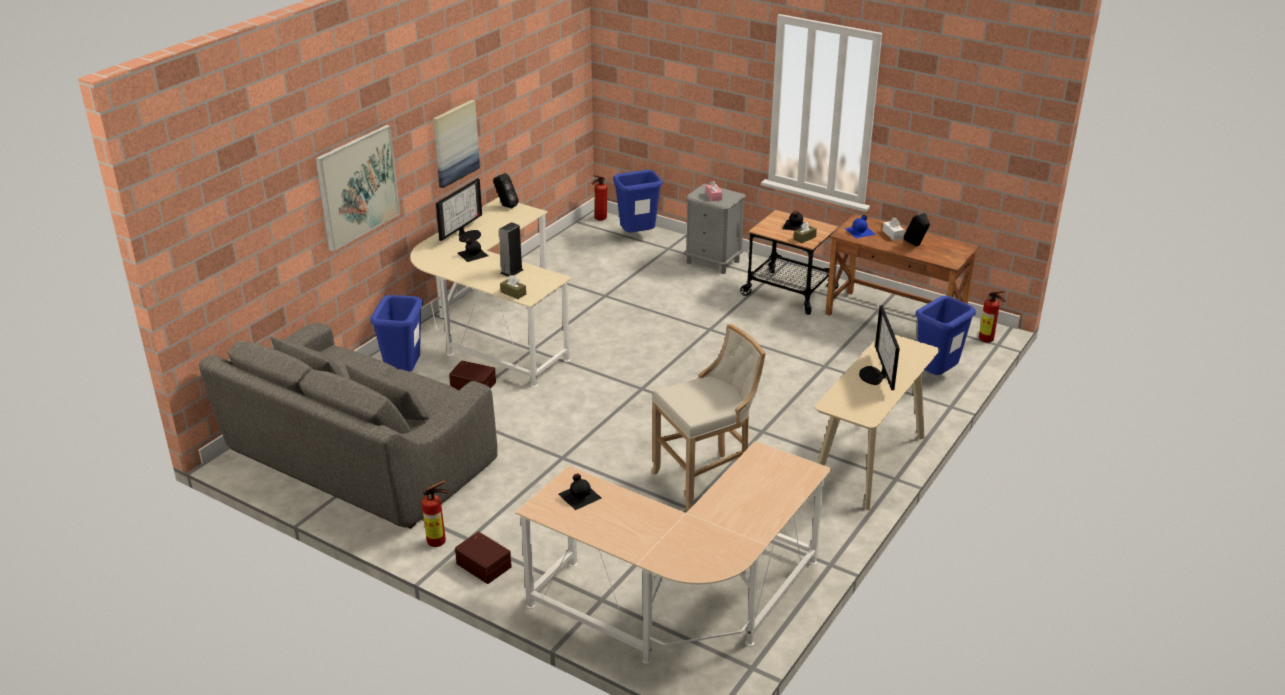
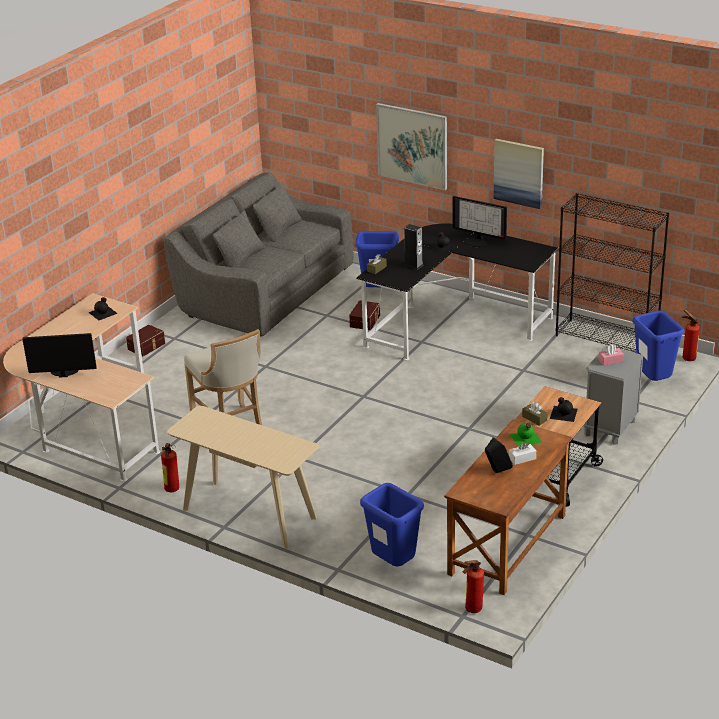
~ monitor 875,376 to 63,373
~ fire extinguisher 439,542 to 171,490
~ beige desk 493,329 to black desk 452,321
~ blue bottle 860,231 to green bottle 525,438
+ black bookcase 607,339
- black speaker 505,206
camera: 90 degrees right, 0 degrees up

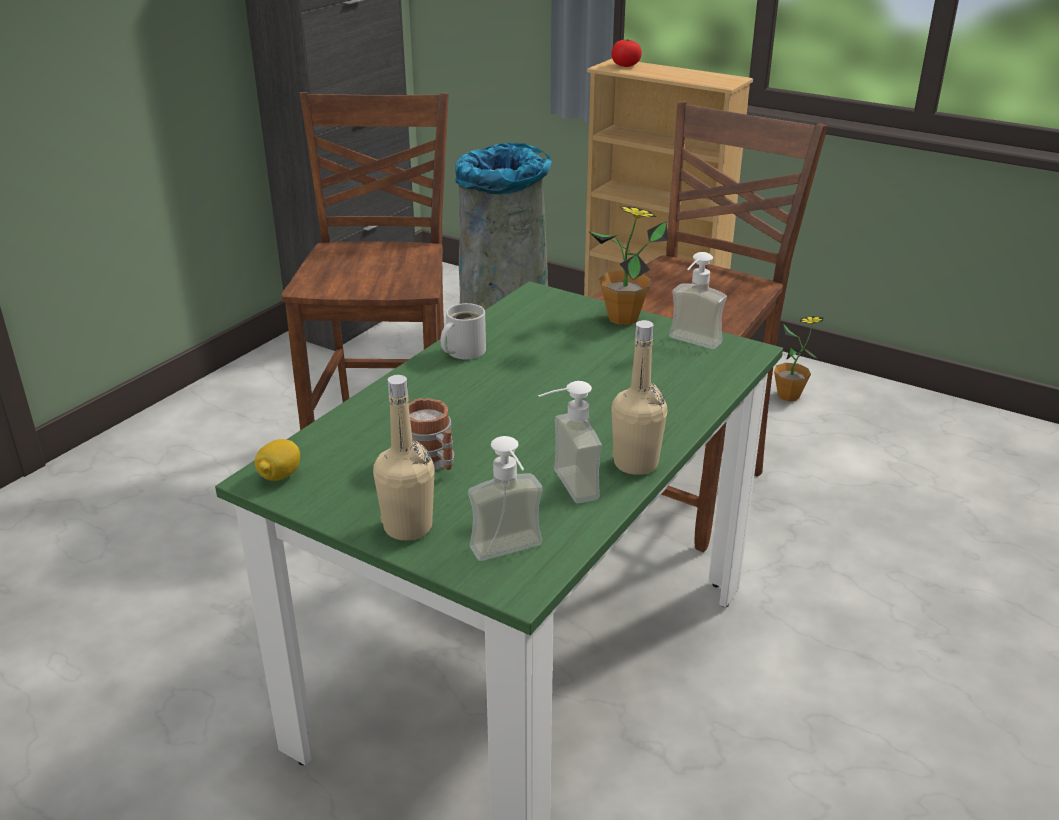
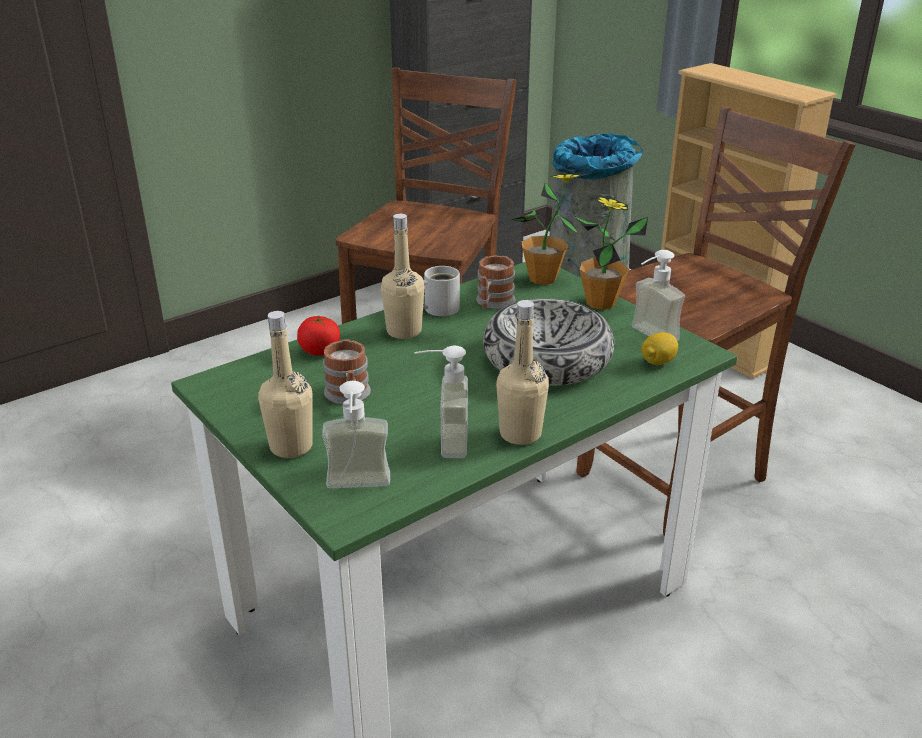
~ tomato 625,65 to 320,350
+ beige bottle 404,331
+ mug 493,303
+ bowl 547,359
~ potted plant 788,396 to 542,278
~ lemon 280,476 to 658,362
camera: 20 degrees right, 0 degrees up

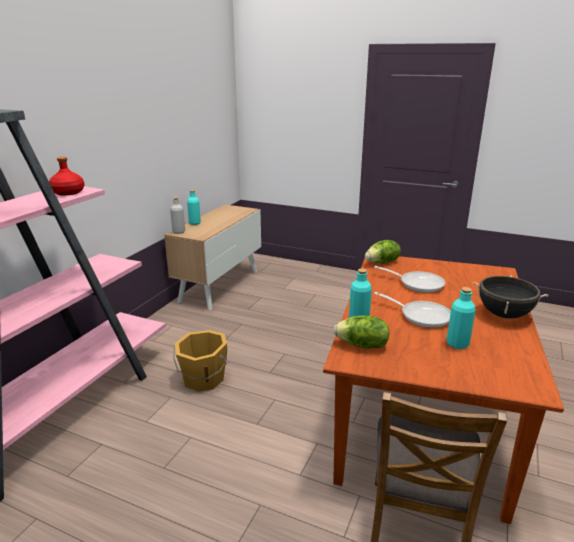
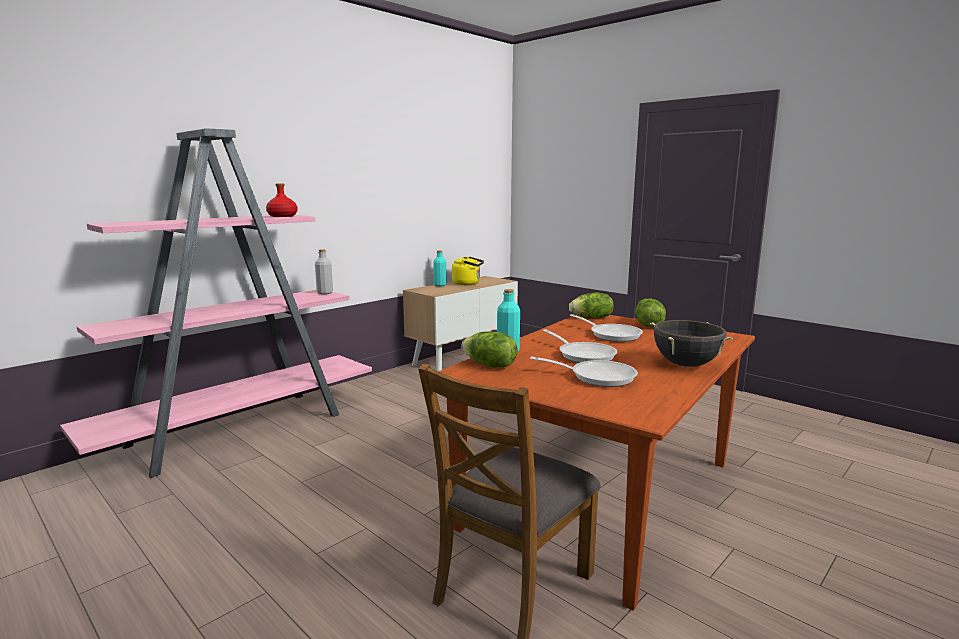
~ grey bottle 178,232 to 325,293
+ yellow kettle 468,284
~ turquoise bottle 457,344 to frying pan 597,377
+ lettuce 648,325
- orange bucket 203,379
camera: 20 degrees right, 10 degrees down

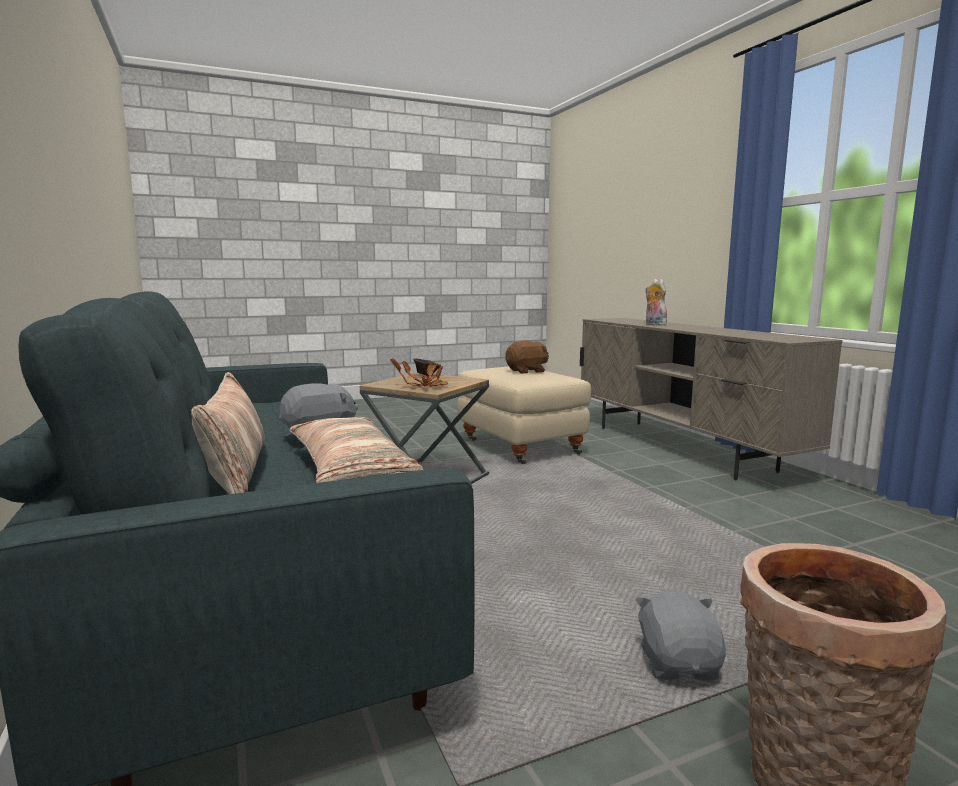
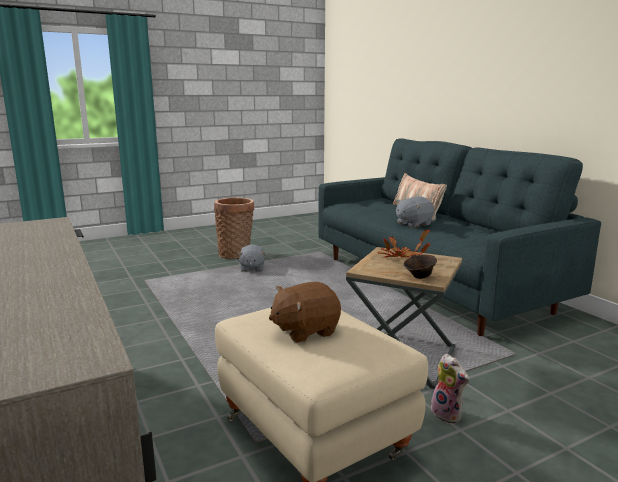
~ plush toy 654,325 to 448,414
- pillow 349,470
camera: 175 degrees right, 5 degrees up

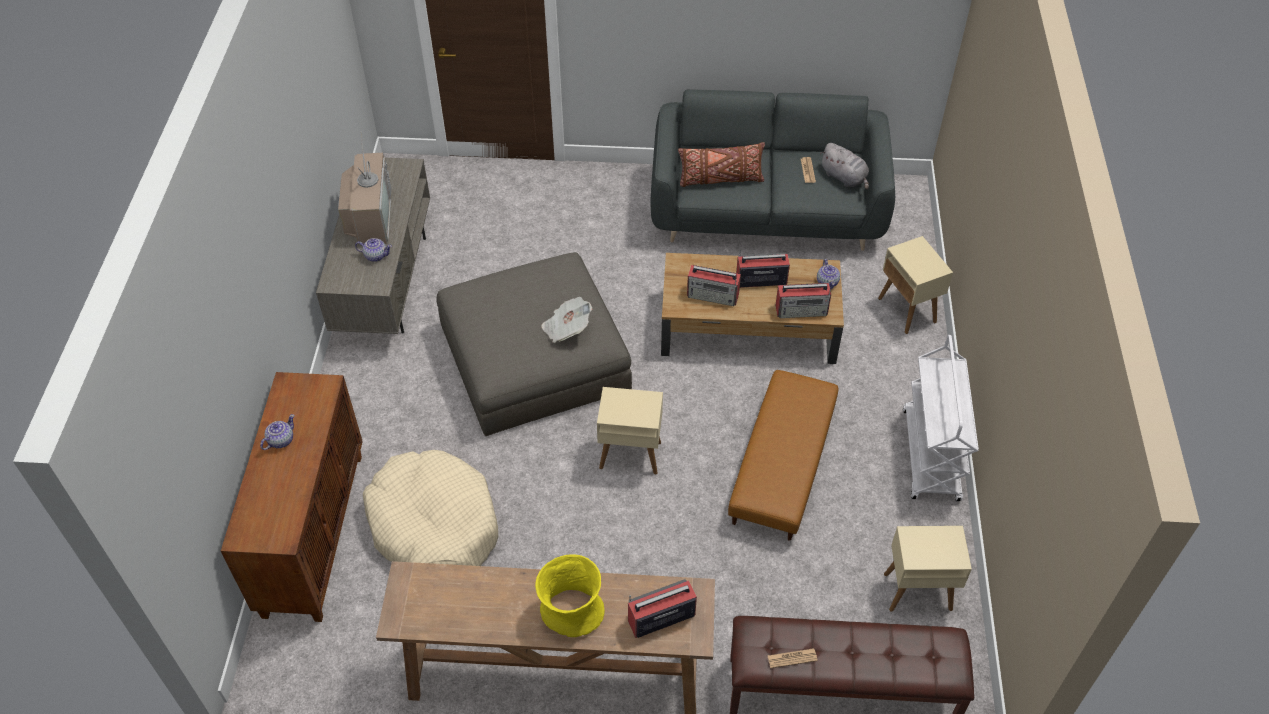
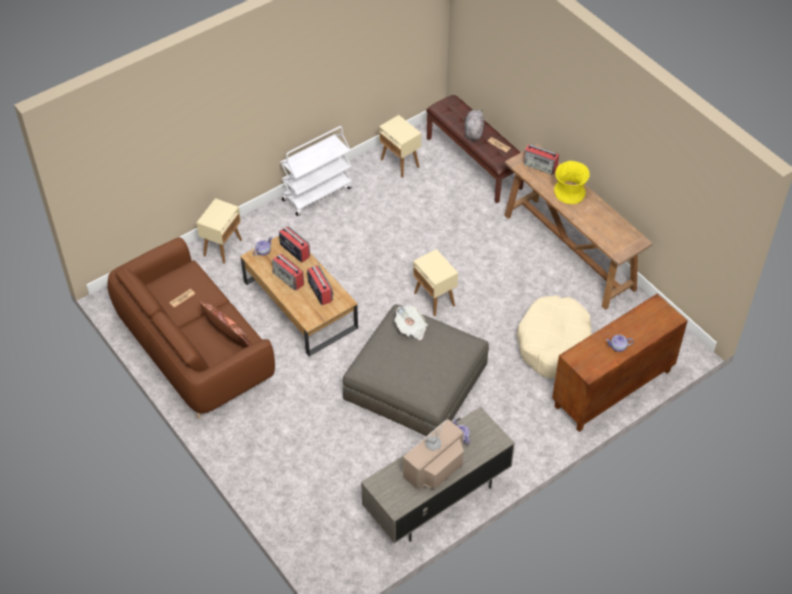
~ grey sofa 766,212 to brown sofa 195,351
~ grey plush toy 844,178 to 473,131
- brown ottoman 783,465
camera: 130 degrees left, 0 degrees up

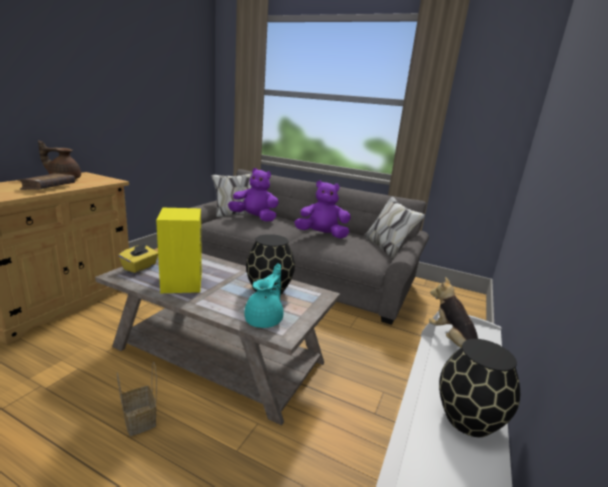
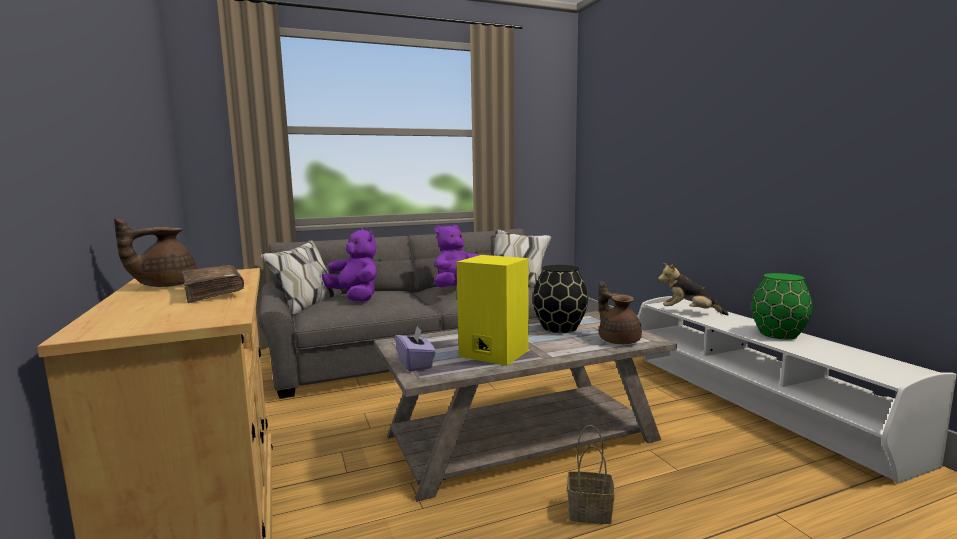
~ purple plush toy 254,218 = 355,298 75 degrees clockwise
~ yellow tissue box 140,267 to purple tissue box 415,364
~ turquoise teapot 265,320 to brown teapot 618,340
~ black vase 468,418 to green vase 777,334
camera: 45 degrees left, 10 degrees down

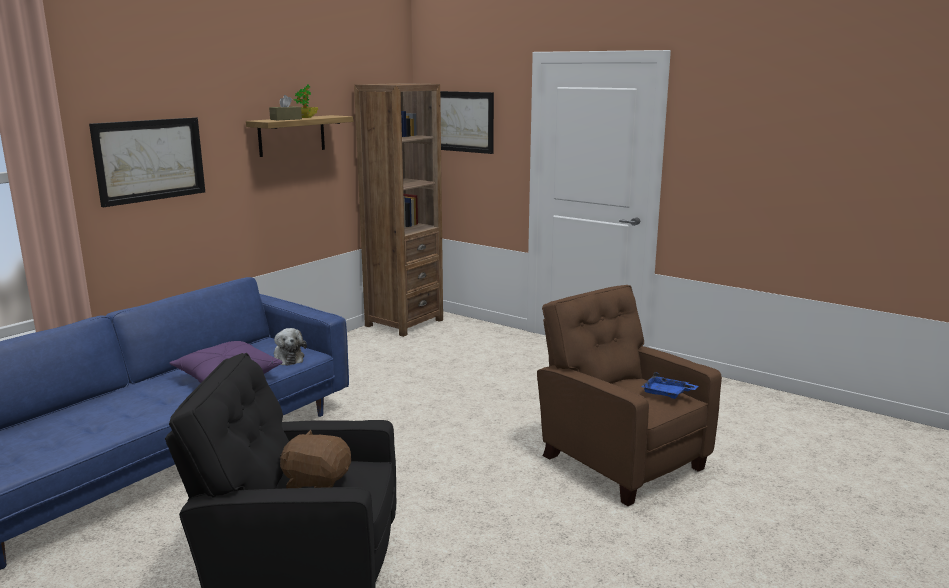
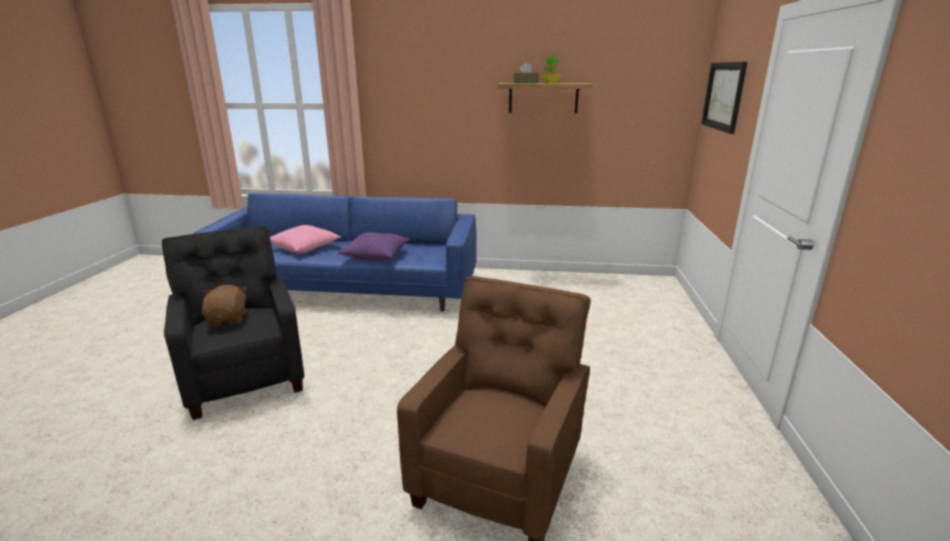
+ pink pillow 305,248
- picture 150,160
- plush toy 288,358
- brown bookcase 404,323
- blue tray 667,393
camera: 60 degrees right, 5 degrees up

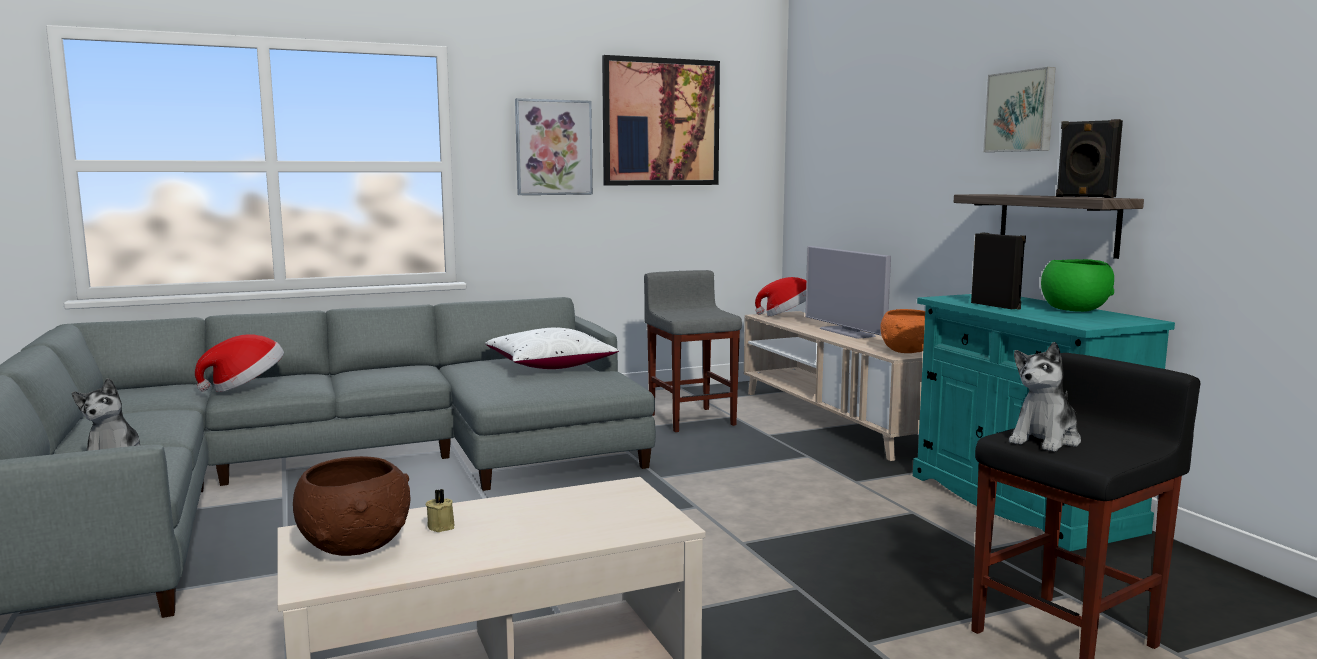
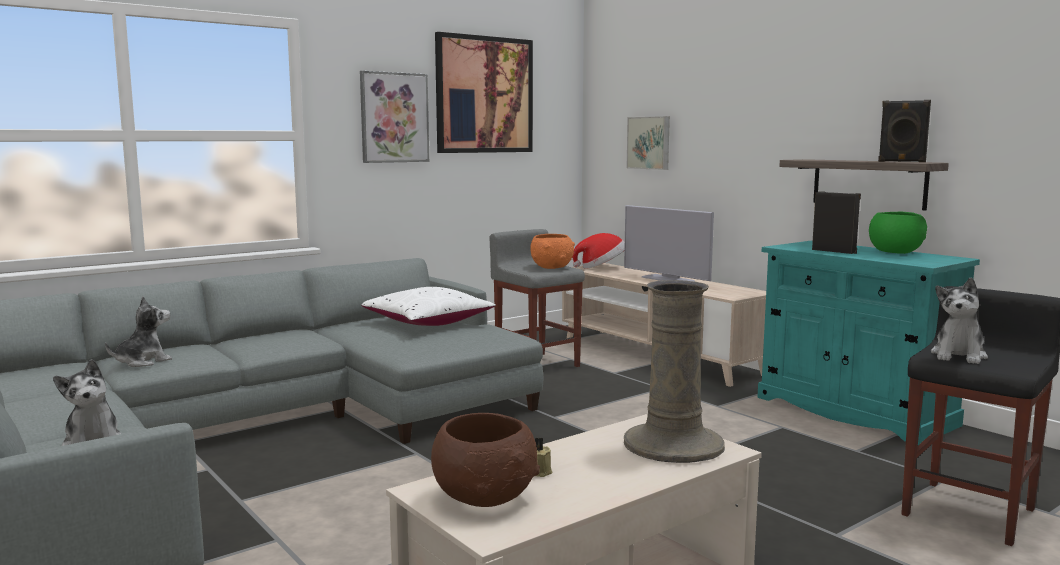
~ hat 246,387 to plush toy 143,362
~ orange bowl 907,351 to 552,267
+ beige vase 674,445
~ picture 1021,111 to 649,143
camera: 15 degrees left, 0 degrees up

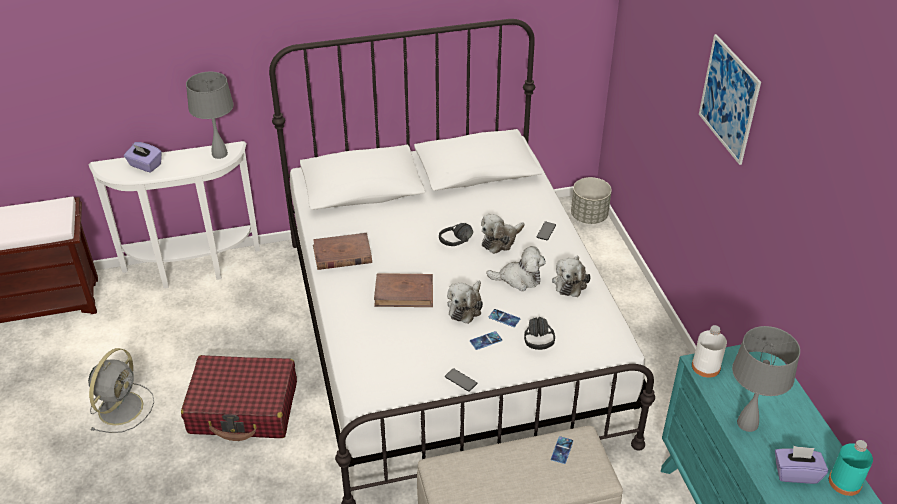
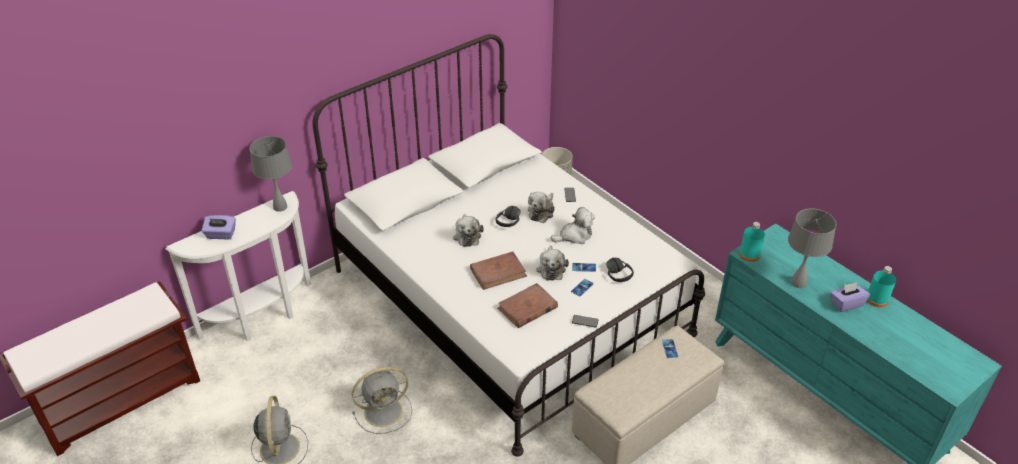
~ red suitcase 244,408 to grey fan 385,411
~ plush toy 570,282 to 467,235
~ brown book 342,254 to 527,308
~ white bottle 706,366 to turquoise bottle 749,254
- picture 729,99
camera: 25 degrees left, 0 degrees up

